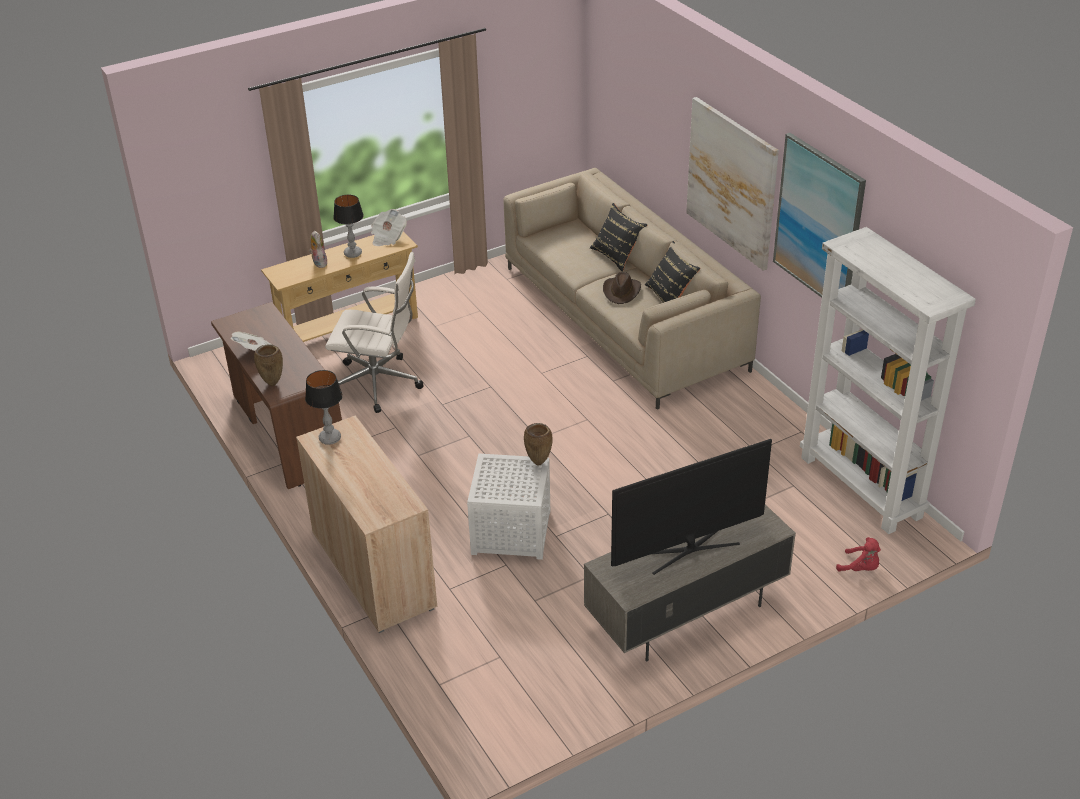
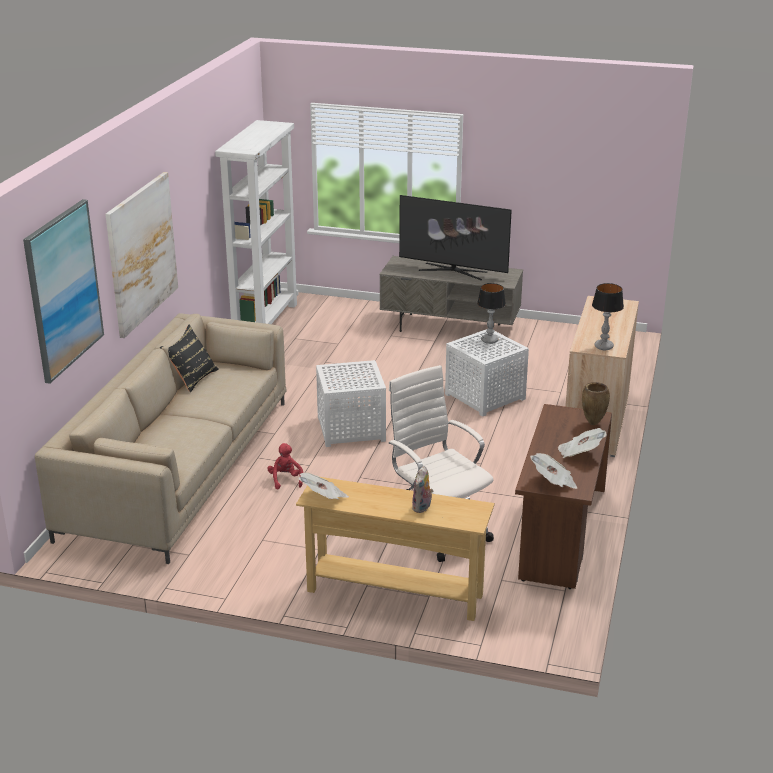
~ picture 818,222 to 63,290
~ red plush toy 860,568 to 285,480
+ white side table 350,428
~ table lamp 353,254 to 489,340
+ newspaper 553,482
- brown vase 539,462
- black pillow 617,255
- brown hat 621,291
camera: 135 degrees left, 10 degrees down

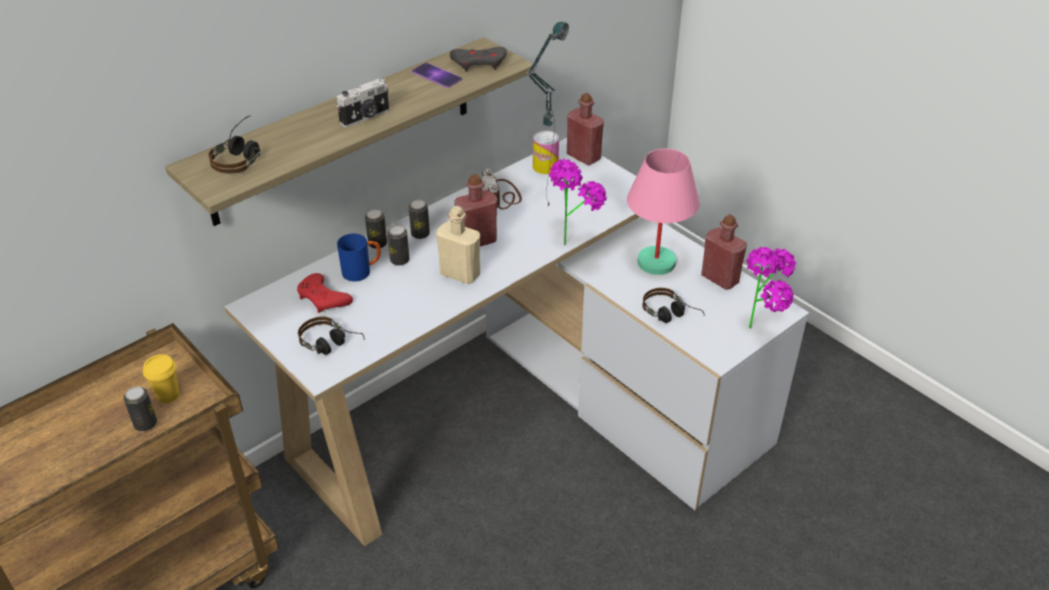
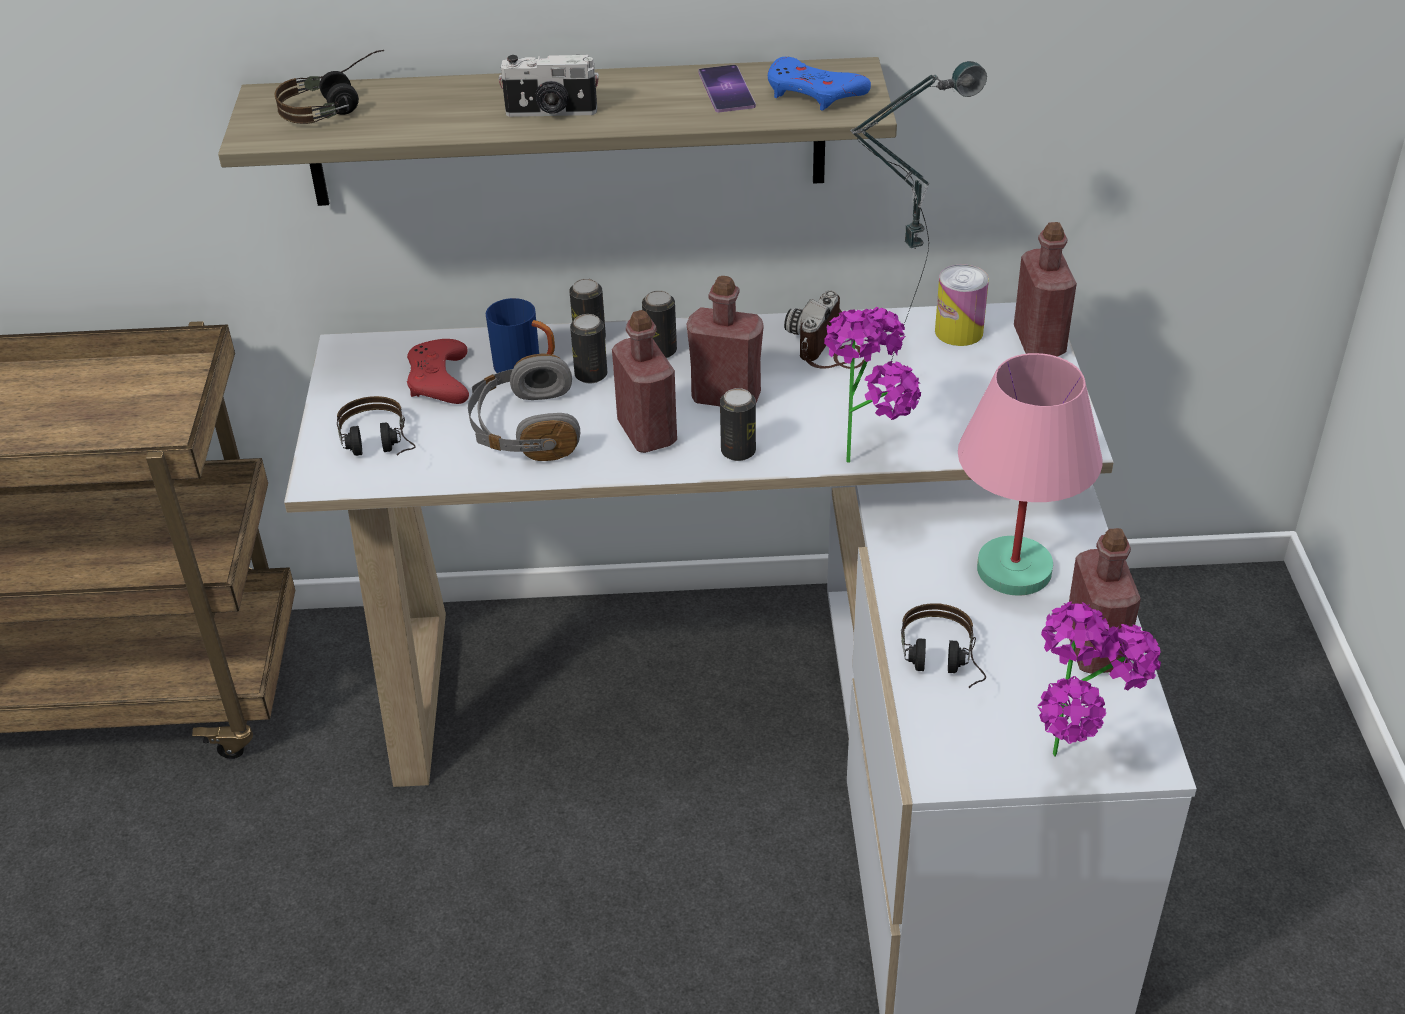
+ grey headphones 524,429
~ beige bottle 460,274 to red bottle 647,433
~ can 145,424 to 738,451
~ grey game controller 479,63 to blue game controller 813,92
- yellow cup 168,395
camera: 40 degrees right, 0 degrees up

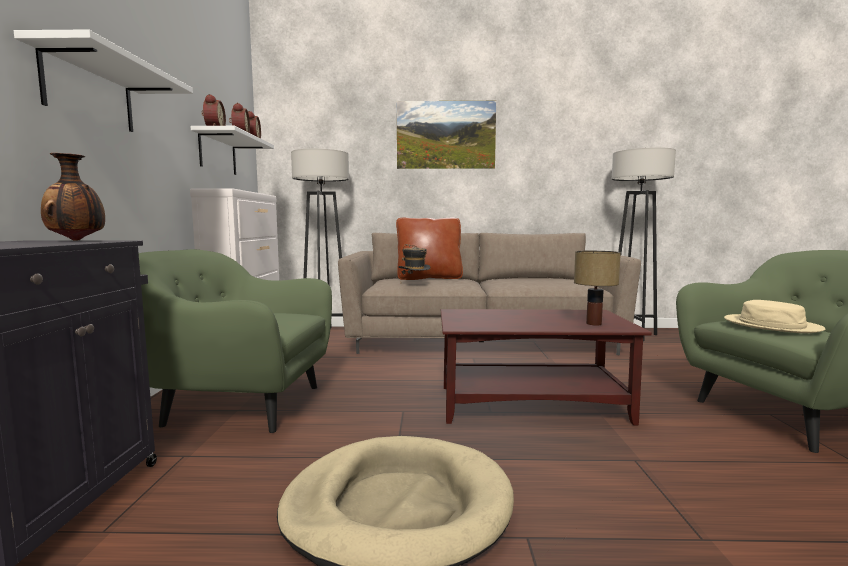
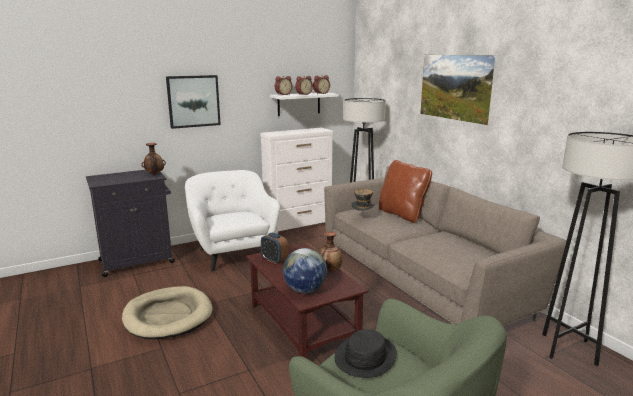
~ white shelf 89,92 to picture 193,101
~ green armchair 240,404 to white armchair 233,254
+ alarm clock 274,260
~ table lamp 593,324 to globe 305,290
+ vase 329,271
~ beige hat 771,325 to black hat 365,356
camera: 60 degrees right, 10 degrees up

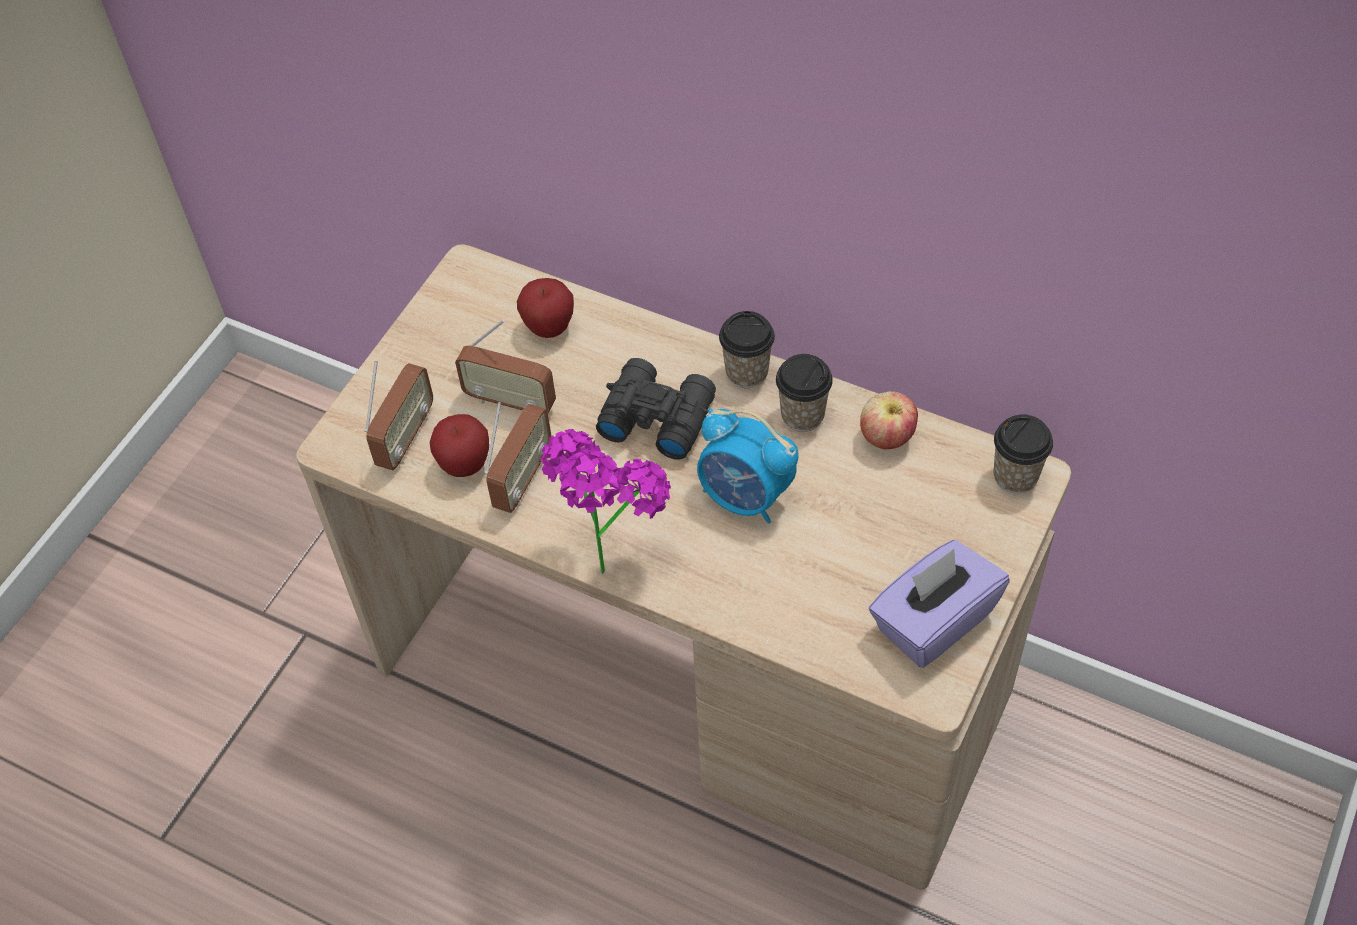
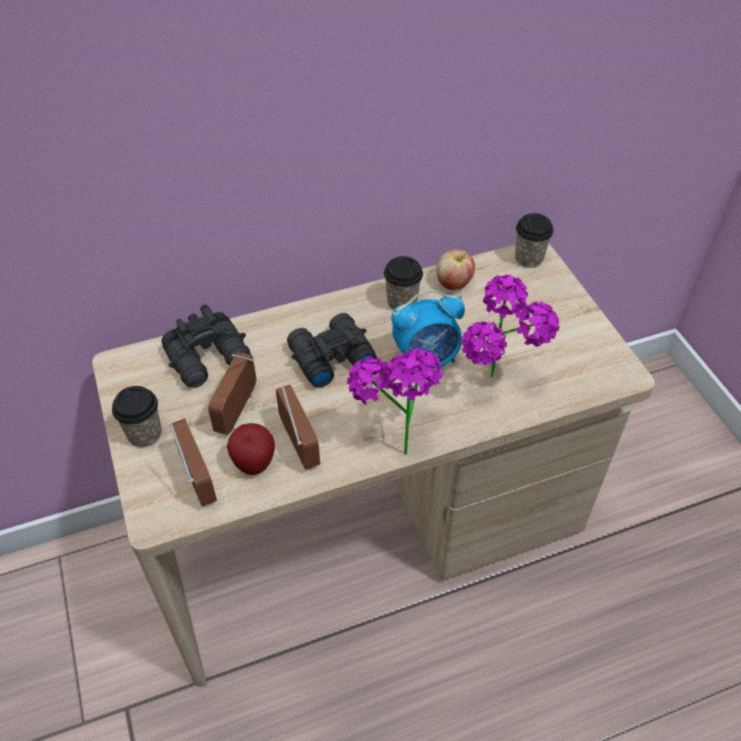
~ cup 747,372 to 144,434
~ apple 549,328 to black binoculars 210,358
~ radio 510,402 = 237,411 135 degrees clockwise
+ potted plant 498,389
- purple tissue box 933,621
camera: 50 degrees left, 5 degrees down

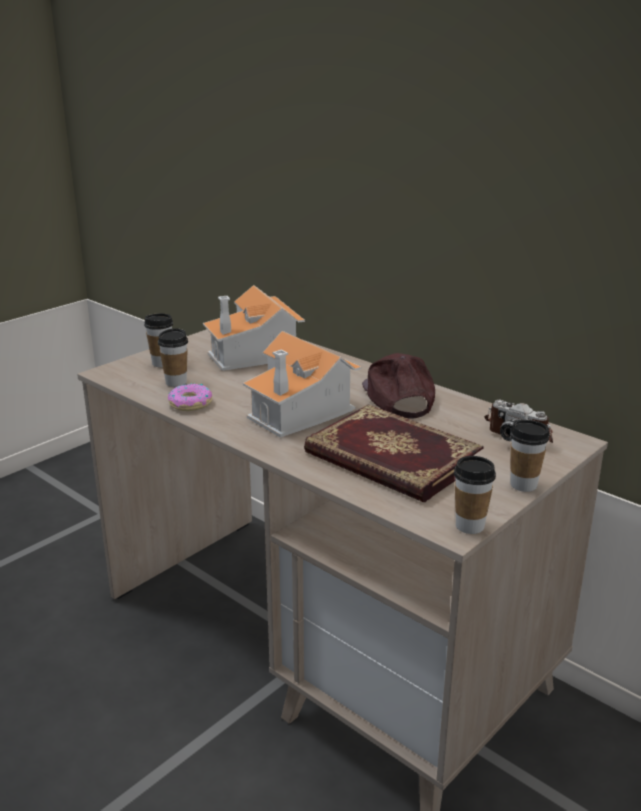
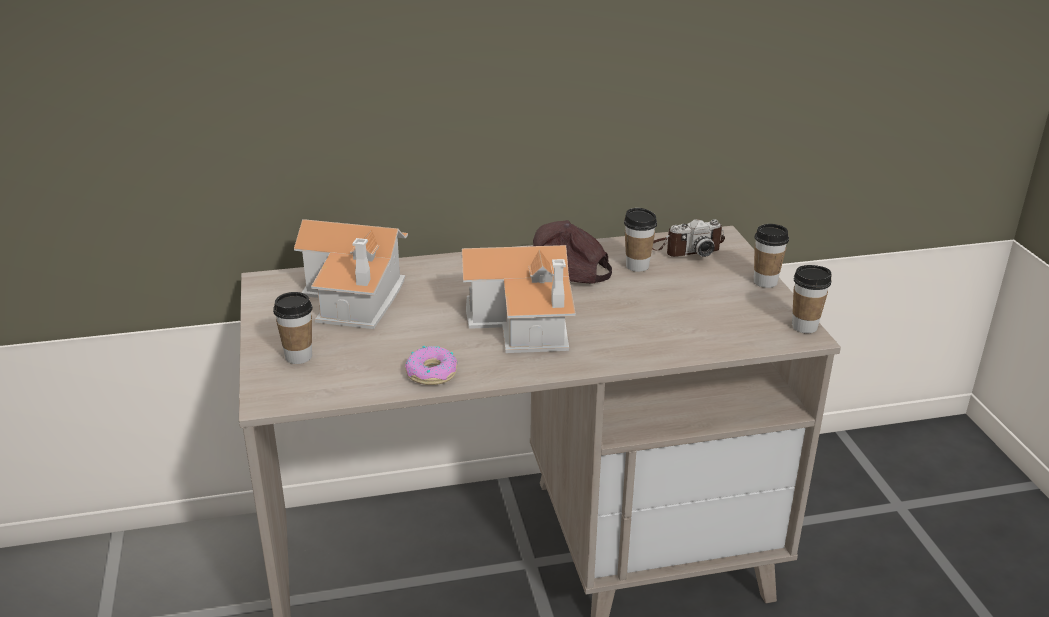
~ cup 176,382 to 637,266
- book 390,459
camera: 55 degrees left, 5 degrees up

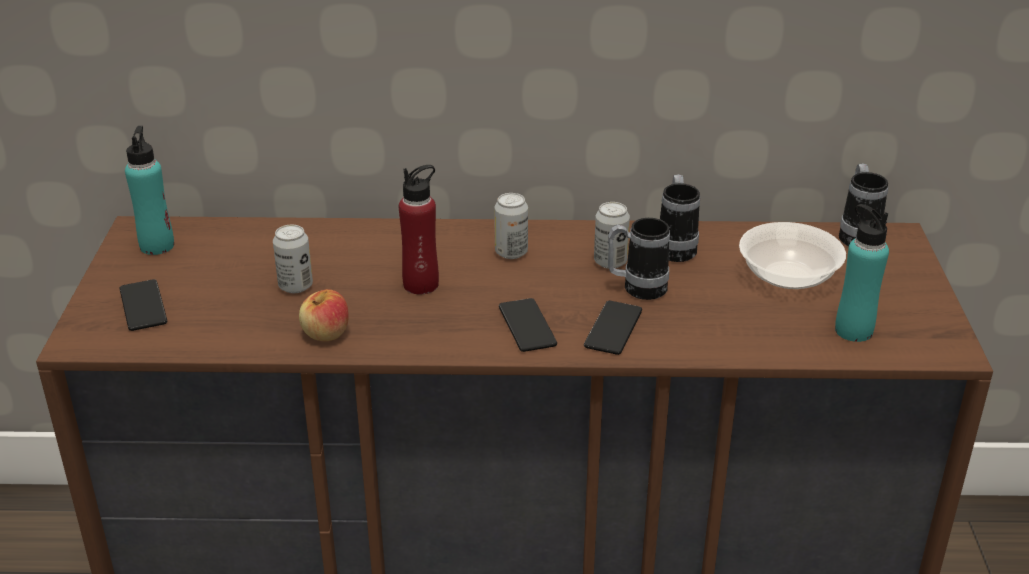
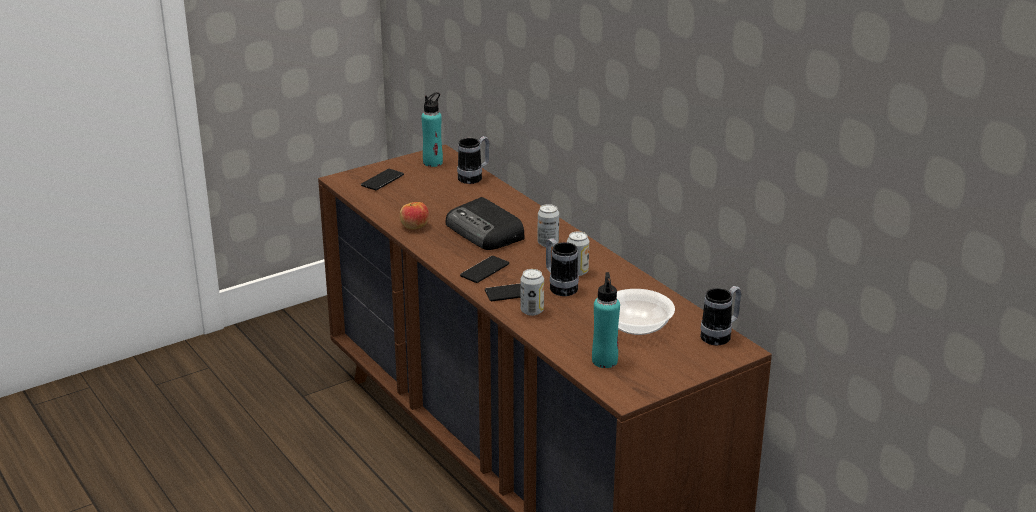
~ red bottle 421,284 to radio 485,232
~ mug 675,247 to 474,178
~ can 295,286 to 532,311
camera: 55 degrees right, 5 degrees down

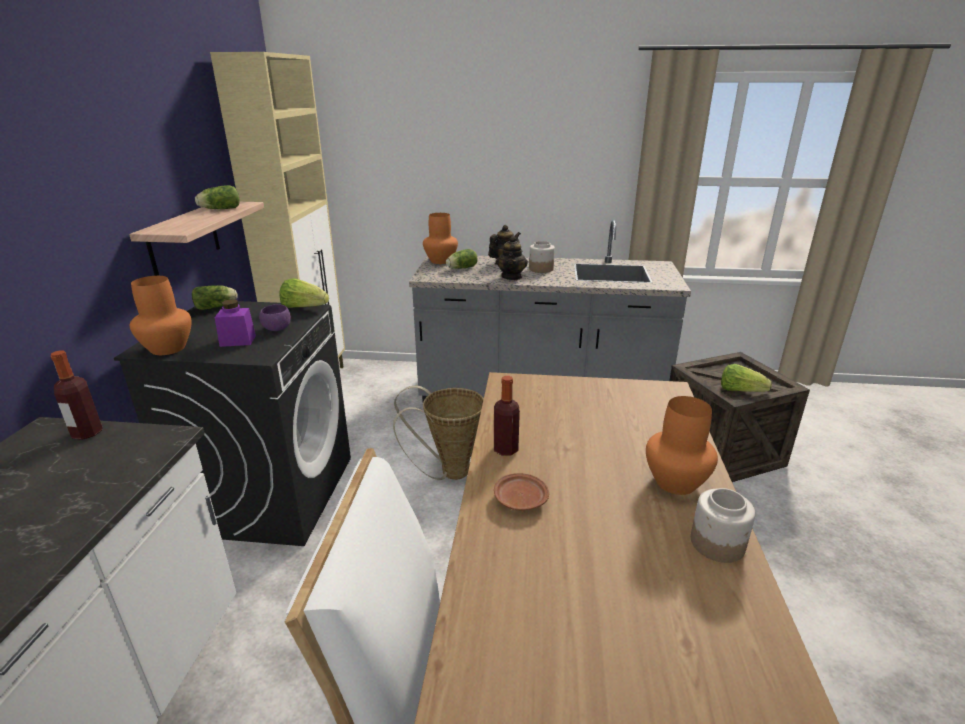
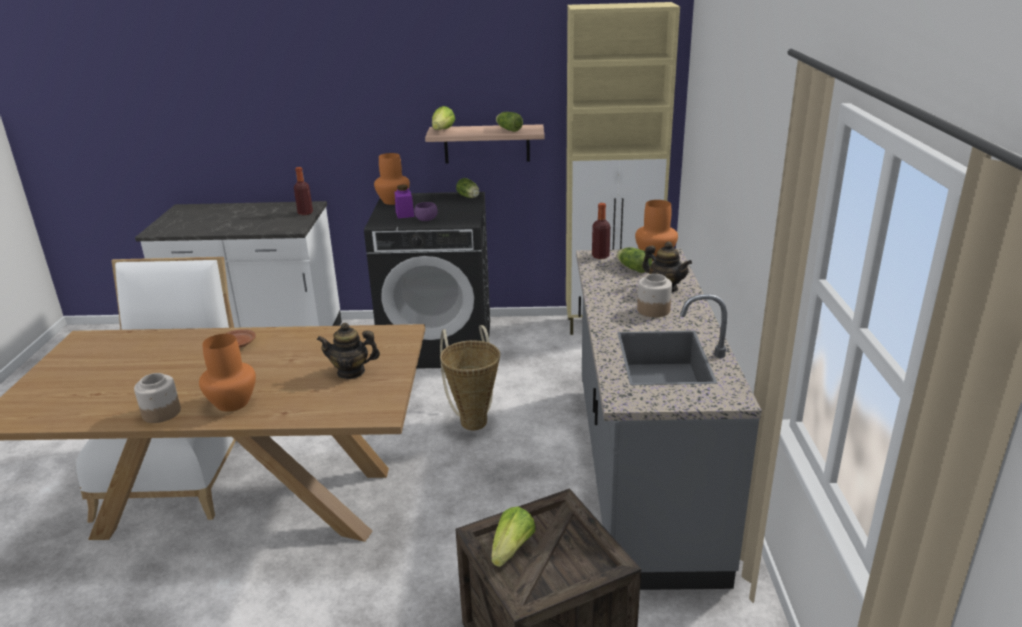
~ teapot 512,277 to 351,372
~ lettuce 304,307 to 442,131
~ bottle 505,449 to 600,256
camera: 85 degrees right, 0 degrees up

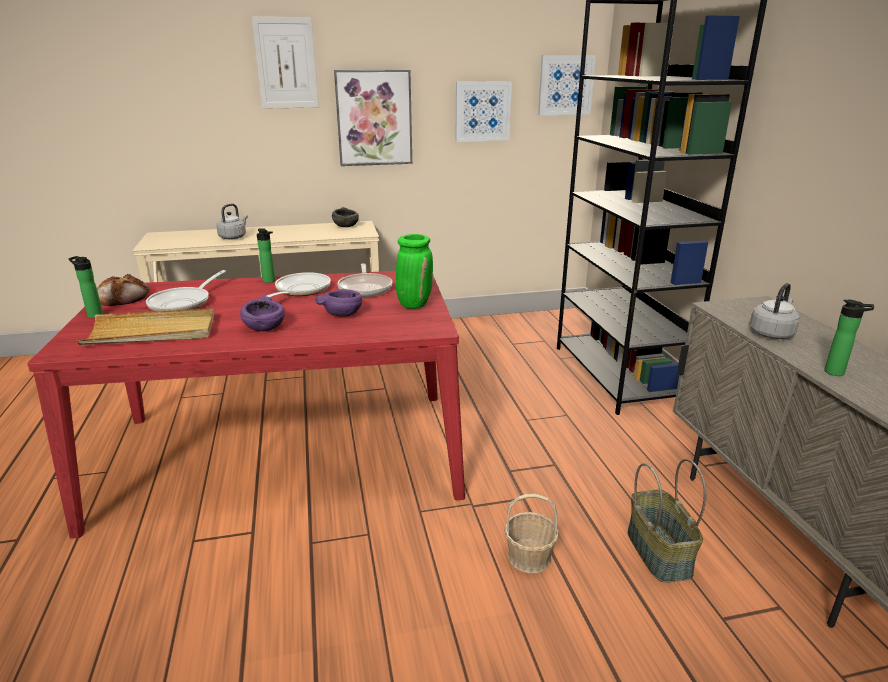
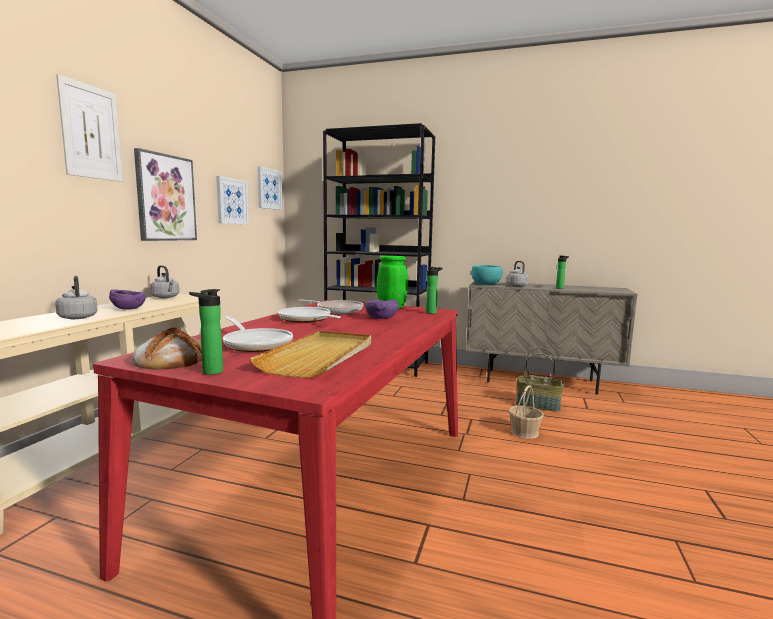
~ purple bowl 265,327 to 128,308
~ grey bowl 346,226 to grey kettle 166,297
~ bottle 270,281 to 432,313
+ turquoise bowl 486,284
camera: 60 degrees left, 15 degrees down

